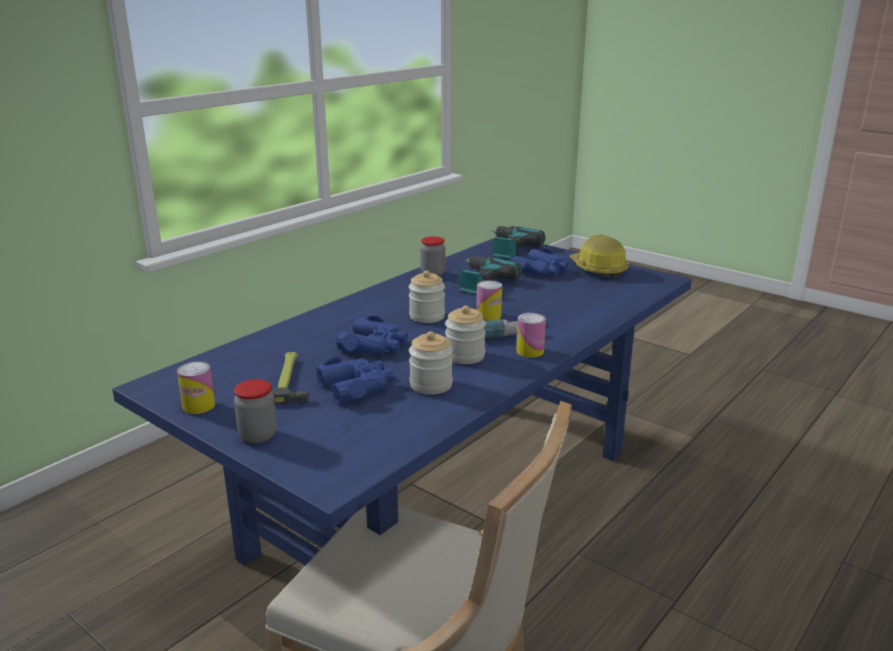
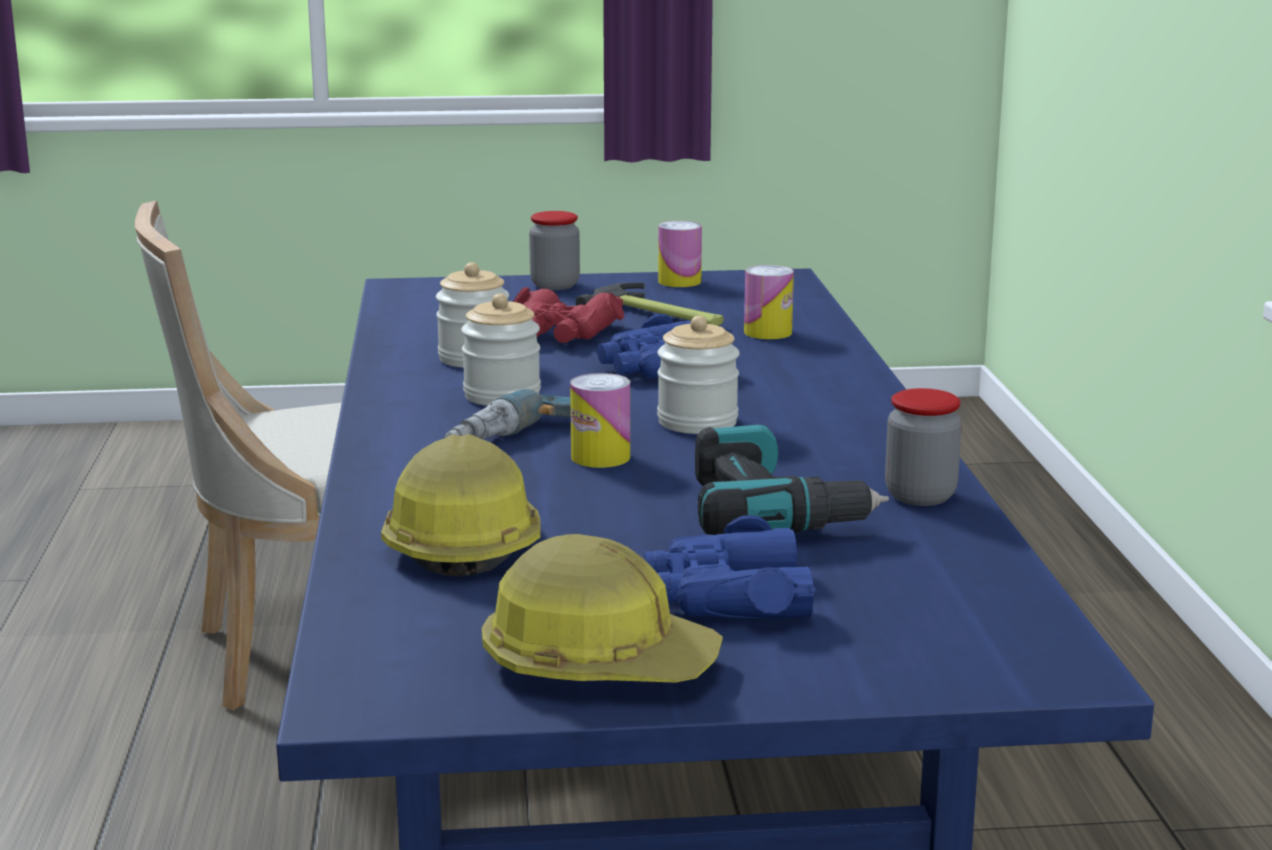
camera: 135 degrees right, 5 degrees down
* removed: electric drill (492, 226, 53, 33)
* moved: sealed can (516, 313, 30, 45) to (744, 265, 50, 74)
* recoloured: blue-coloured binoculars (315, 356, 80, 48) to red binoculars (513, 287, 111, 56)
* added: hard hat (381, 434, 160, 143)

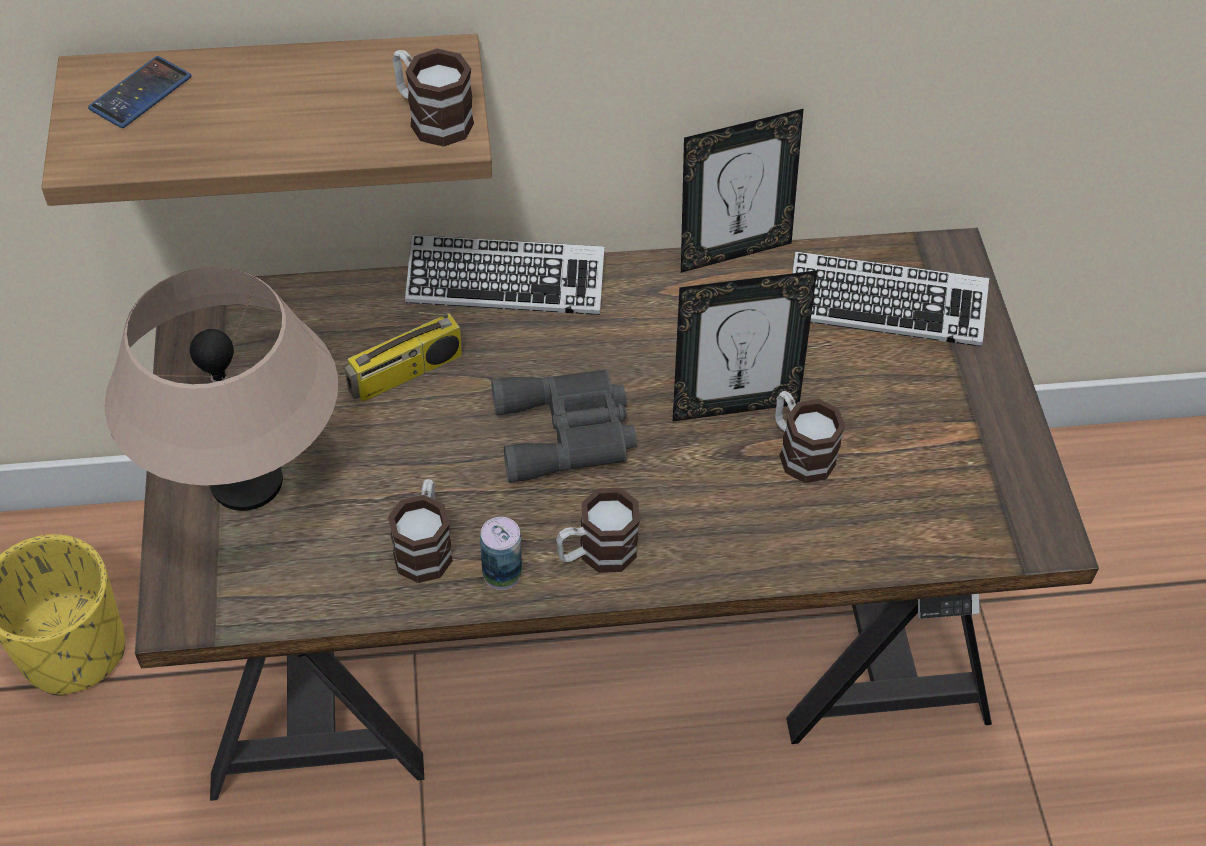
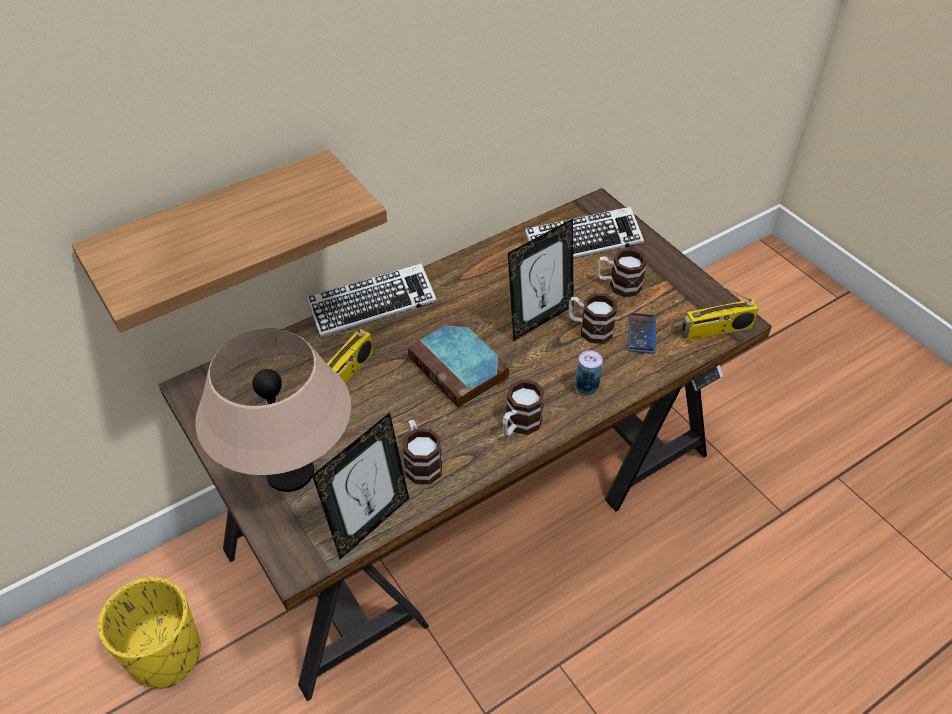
camera: 25 degrees left, 5 degrees down
* moved: mug (393, 49, 81, 98) to (597, 248, 50, 49)
* moved: handset (88, 56, 103, 72) to (628, 312, 28, 42)
* moved: photo frame (681, 109, 123, 164) to (312, 413, 97, 146)
* replaced: gray binoculars (491, 369, 146, 114) to volume (408, 318, 102, 91)
* moved: sealed can (480, 517, 42, 73) to (575, 351, 27, 47)
* added: radio (681, 279, 77, 62)

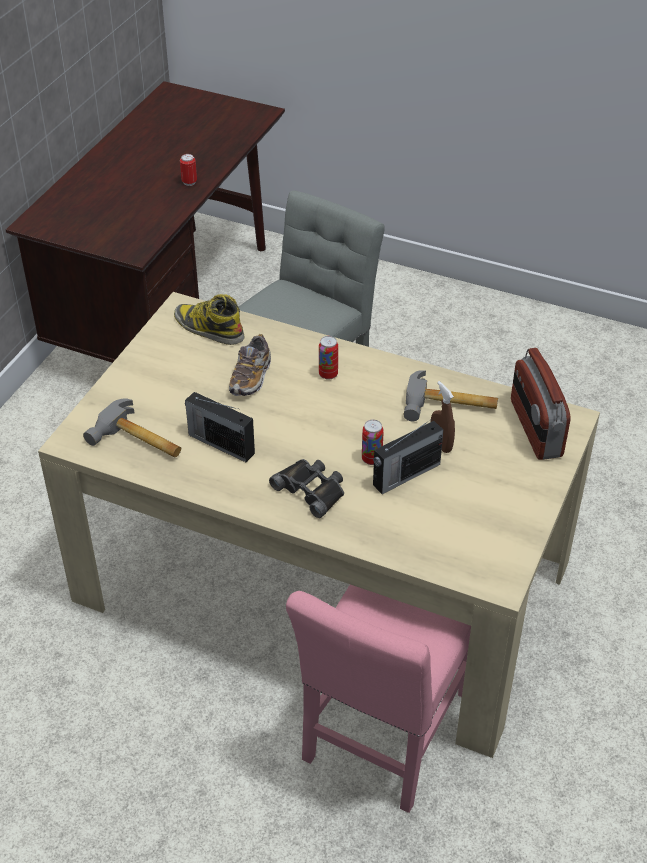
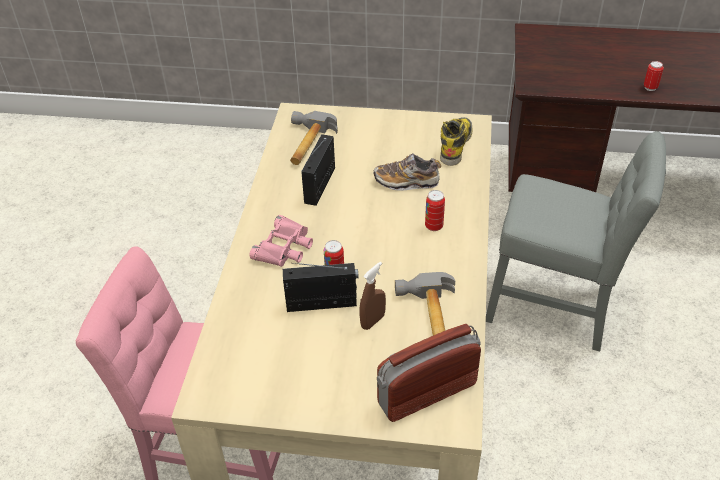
camera: 75 degrees right, 0 degrees up
* turned: radio (373, 419, 70, 75) = (283, 263, 76, 49) 135 degrees clockwise
* recoloured: black binoculars (269, 459, 75, 59) to pink-coloured binoculars (250, 215, 63, 52)

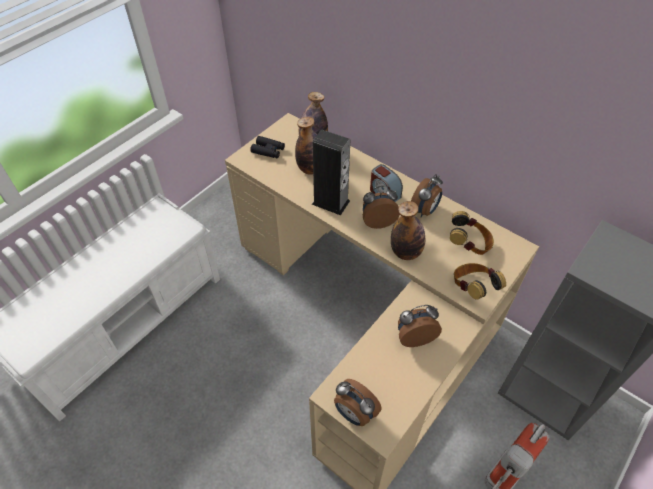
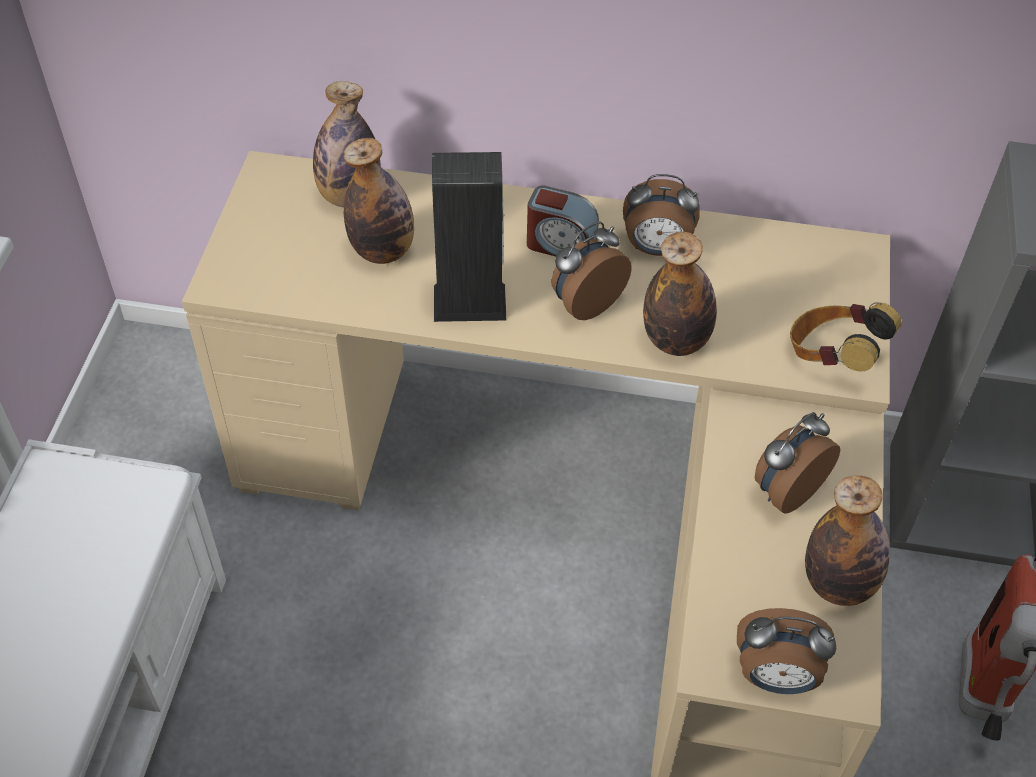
camera: 30 degrees left, 0 degrees up
* removed: black binoculars (250, 136, 35, 22)
* turned: bedside clock (411, 174, 32, 43) = (623, 174, 77, 82) 90 degrees clockwise
* removed: headphones (450, 211, 44, 44)
* added: bottle (805, 476, 85, 130)

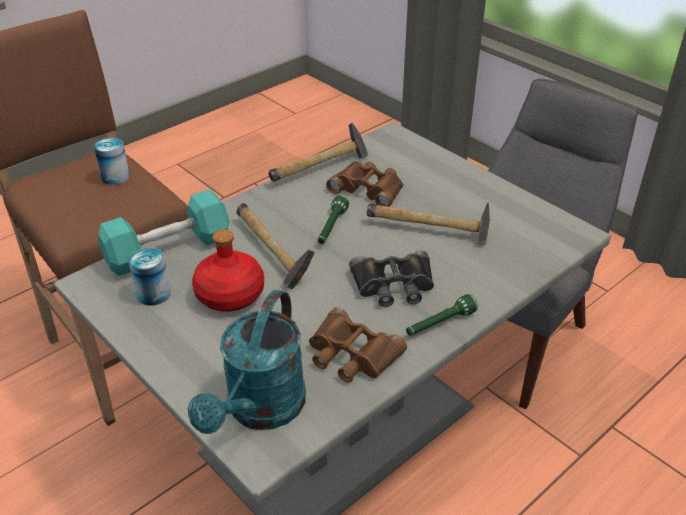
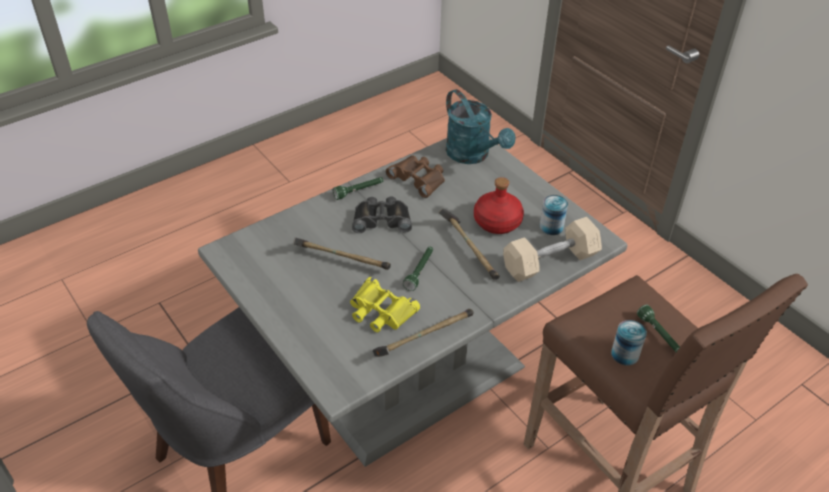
camera: 175 degrees left, 5 degrees up
* recoloured: brown-coloured binoculars (326, 161, 77, 46) to yellowish binoculars (350, 277, 70, 55)
* recoloured: blue-green free weight (98, 189, 132, 87) to beige free weight (503, 217, 99, 65)
* turned: blue-green watering pot (188, 290, 118, 144) = (446, 89, 69, 75) 120 degrees clockwise
* added: green flashlight (637, 305, 43, 47)

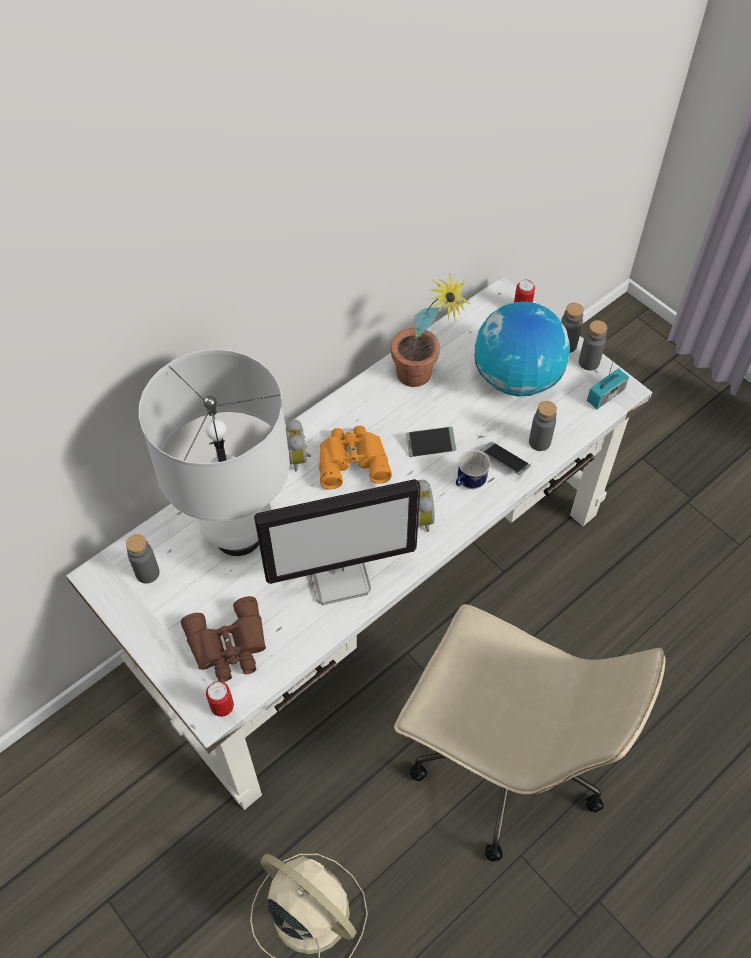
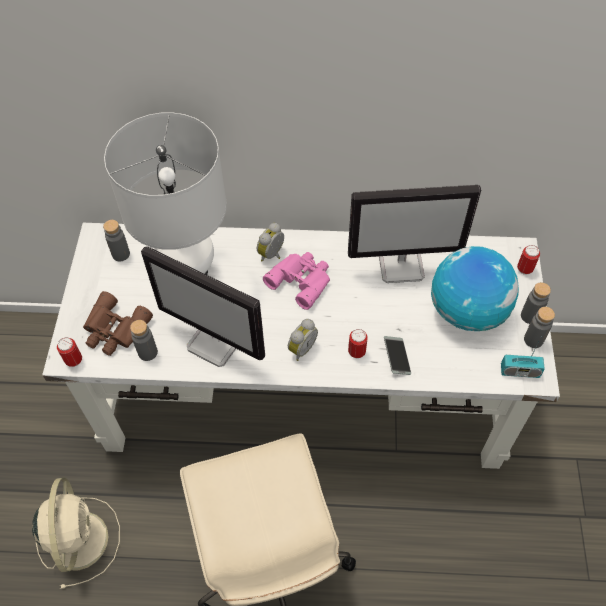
camera: 45 degrees right, 0 degrees up
* replaced: plant in a pot (390, 273, 80, 114) to computer display (348, 185, 133, 98)
* moved: gray bottle (529, 401, 28, 50) to (130, 320, 28, 41)
* recoloured: orange binoculars (319, 426, 73, 63) to pink-coloured binoculars (263, 252, 67, 58)
* removed: handset (406, 427, 50, 30)
* replaced: mug (456, 449, 34, 40) to sealed can (348, 329, 20, 29)

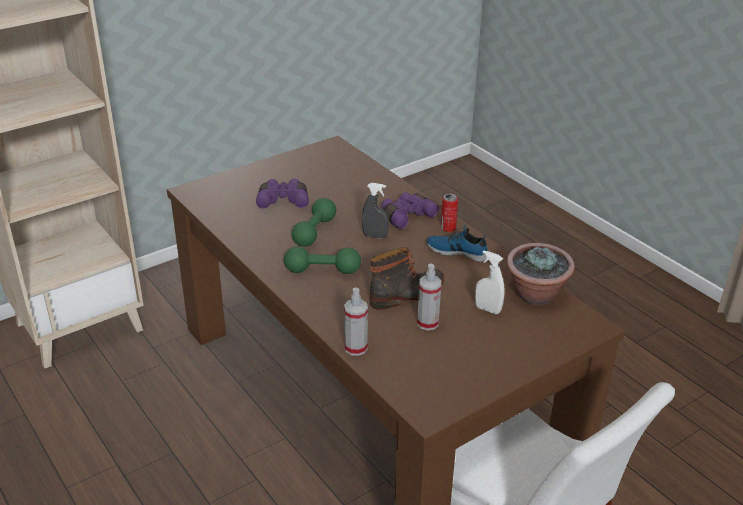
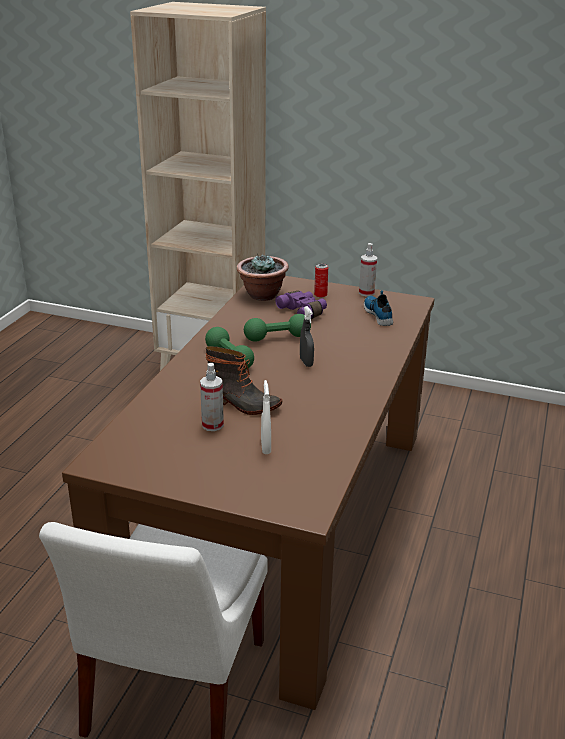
camera: 55 degrees right, 5 degrees down
* removed: purple binoculars (382, 192, 57, 37)
* moved: sealed can (441, 194, 17, 38) to (314, 264, 14, 33)
* moved: shoe (426, 225, 62, 37) to (364, 290, 29, 36)
* moved: plant in a pot (507, 243, 68, 62) to (237, 254, 52, 47)
* moved: sprayer (344, 287, 24, 69) to (359, 243, 18, 54)

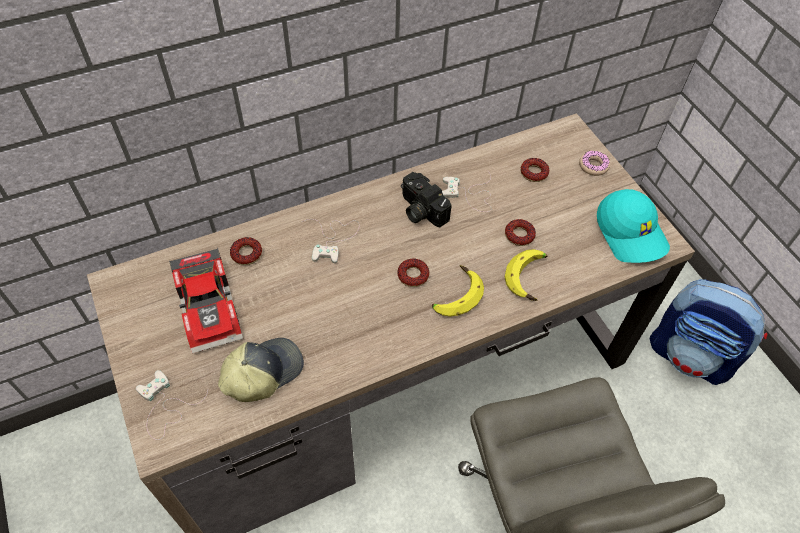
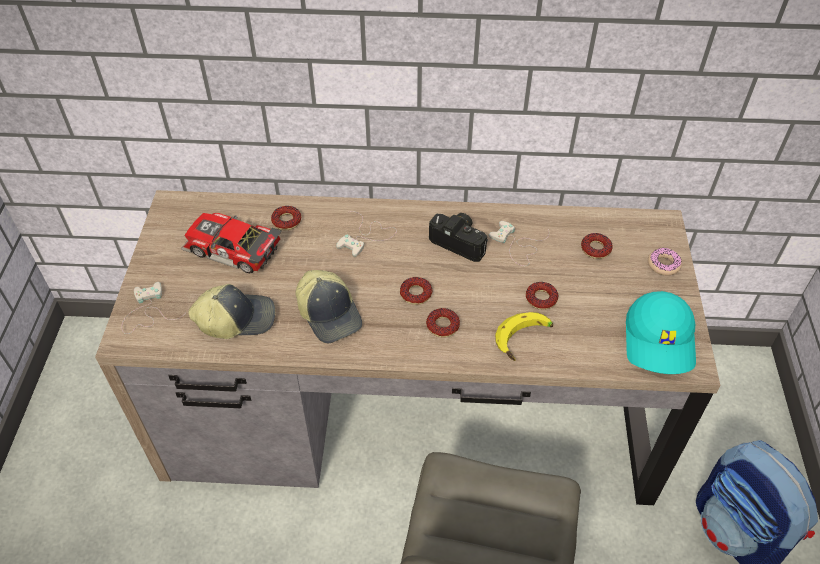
camera: 30 degrees right, 5 degrees down
* turned: photo camera (401, 172, 50, 56) = (429, 213, 59, 49) 135 degrees clockwise
* turned: toy car (169, 248, 74, 105) = (181, 213, 101, 60) 105 degrees clockwise
* replaced: banana fruit (432, 265, 52, 52) to donut (426, 308, 34, 29)
* added: cap (295, 270, 67, 73)

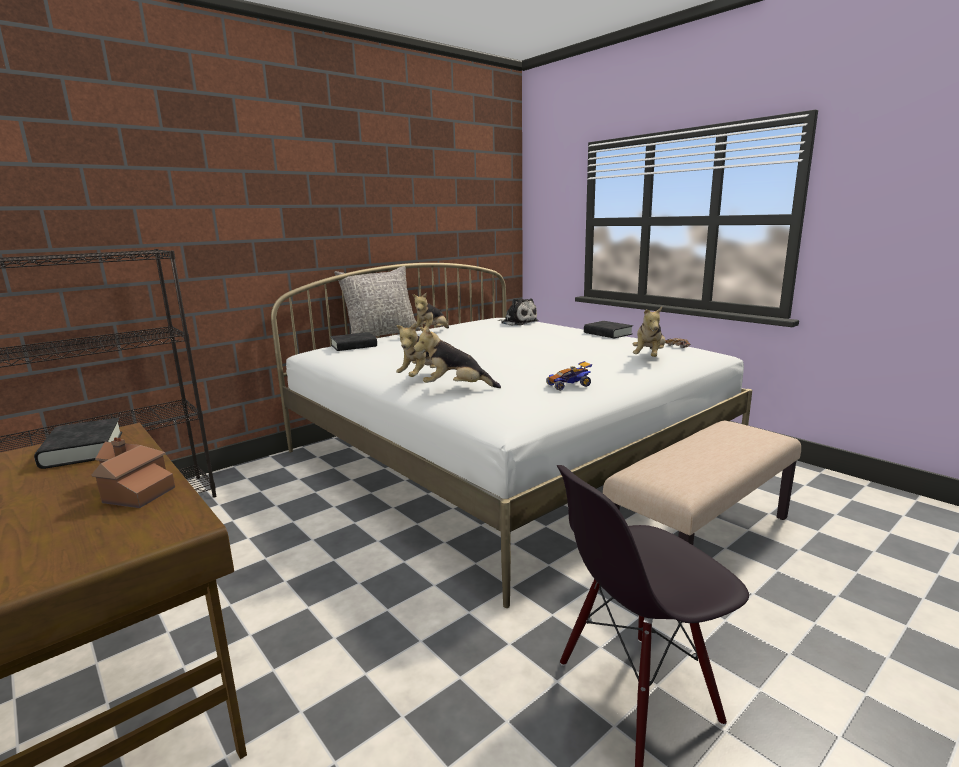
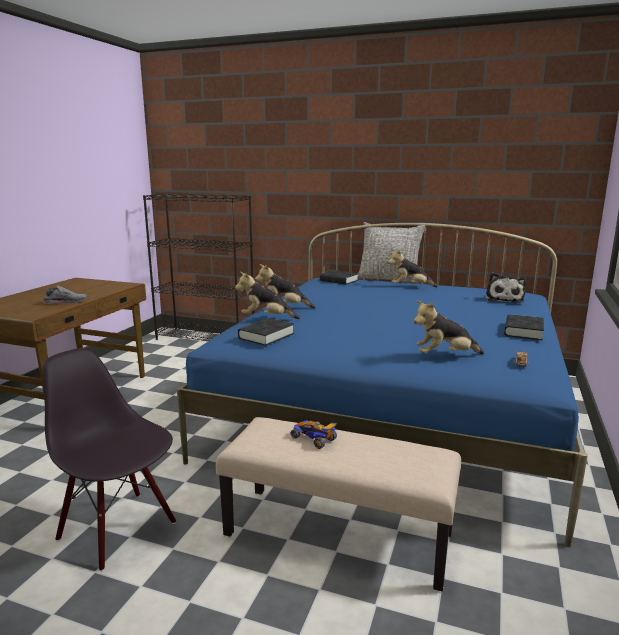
camera: 60 degrees right, 0 degrees up
* recoloured: white sleeping bed (271, 263, 481, 345) to blue-coloured sleeping bed (177, 223, 411, 324)
* turned: soft toy (413, 327, 88, 61) = (235, 272, 66, 47) 60 degrees counterclockwise
* moved: toy car (546, 361, 46, 30) to (291, 420, 46, 29)
* moved: black volume (34, 418, 88, 51) to (238, 318, 56, 28)
* replaced: model house (91, 437, 84, 71) to gray shoe (43, 285, 45, 19)

